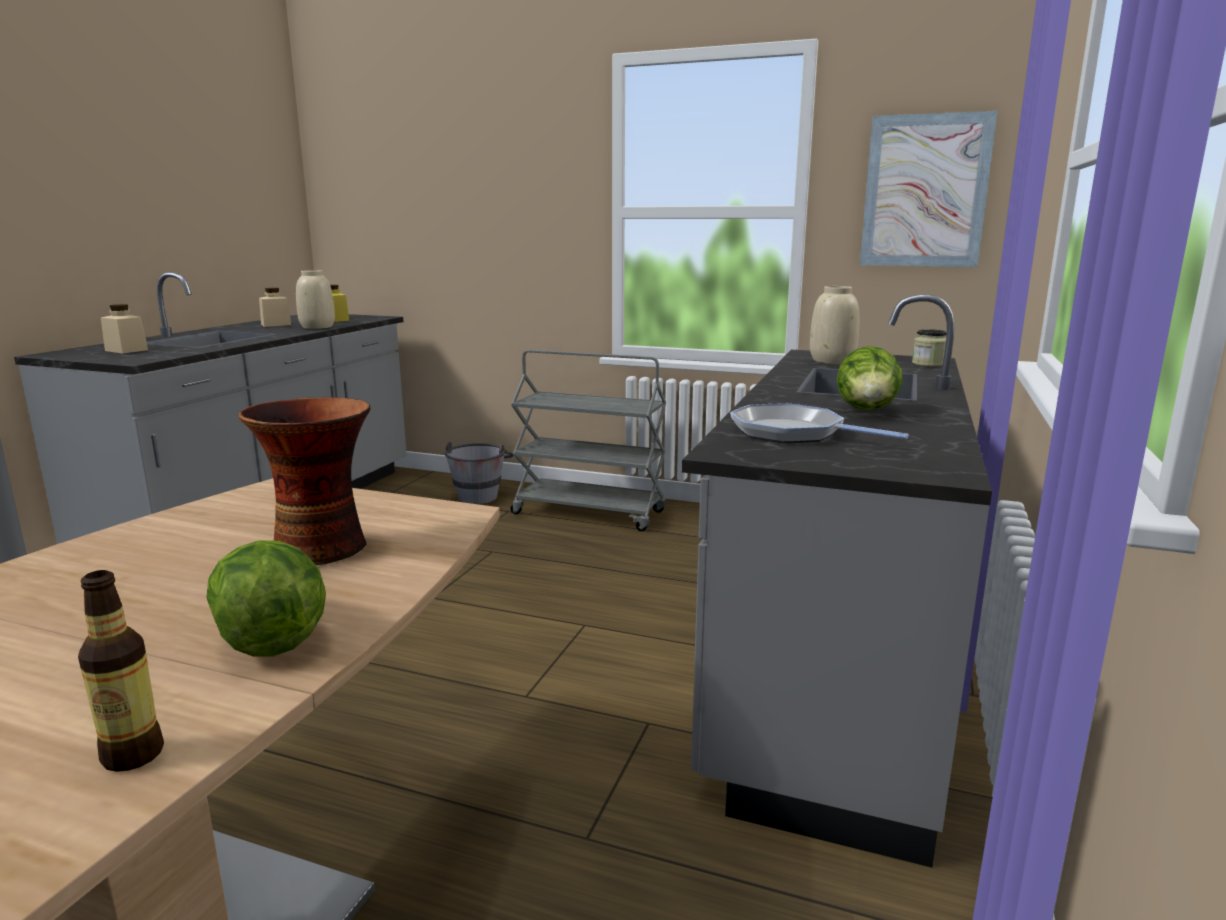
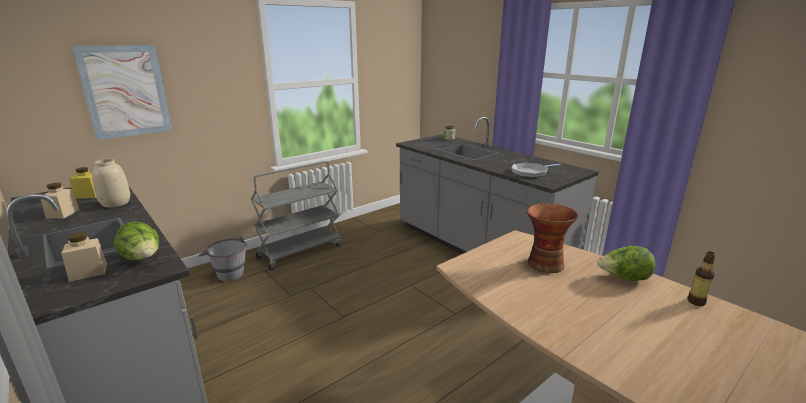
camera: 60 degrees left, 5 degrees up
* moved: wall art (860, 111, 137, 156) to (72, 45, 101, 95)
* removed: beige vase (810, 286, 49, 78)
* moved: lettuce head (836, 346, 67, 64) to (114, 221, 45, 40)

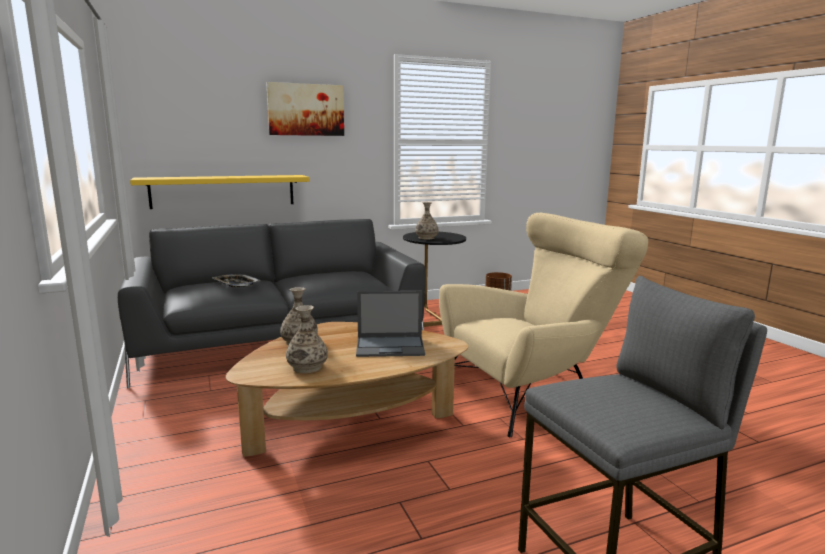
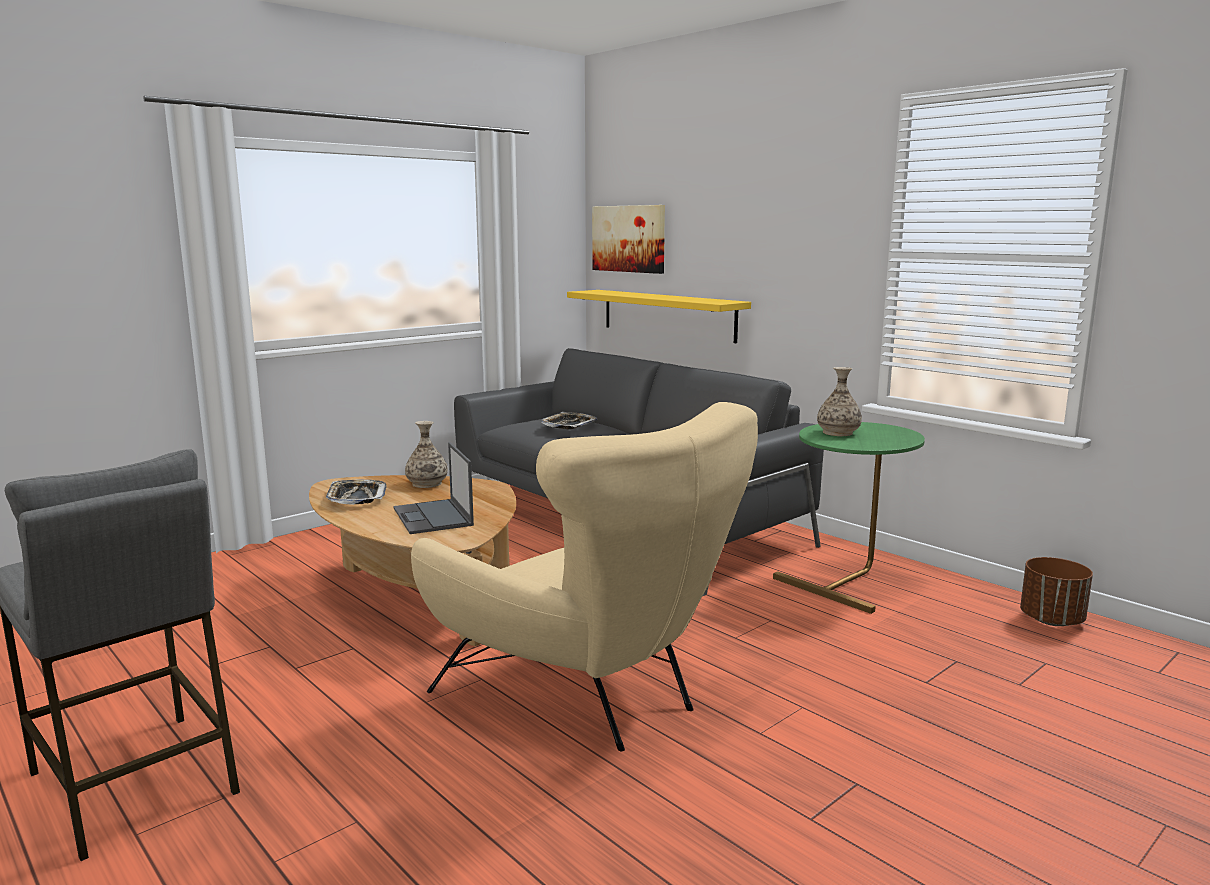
camera: 70 degrees right, 0 degrees up
* moved: wall art (266, 82, 78, 54) to (592, 205, 73, 69)
* recoloured: black accent table (403, 232, 63, 95) to green accent table (773, 422, 152, 192)
* replaced: vase (286, 305, 42, 68) to serving tray (326, 480, 61, 25)

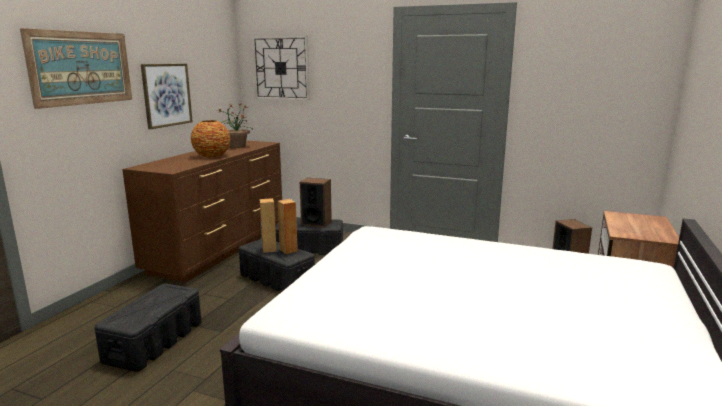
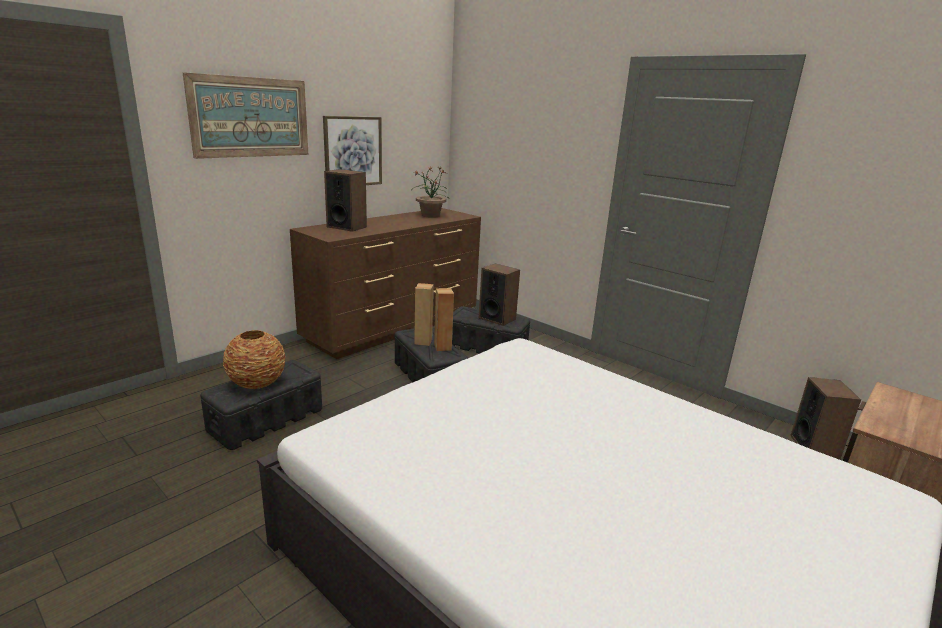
camera: 20 degrees right, 5 degrees up
* removed: wall clock (252, 35, 58, 66)
* moved: vase (191, 120, 39, 38) to (223, 330, 62, 59)
* added: loudspeaker (324, 169, 43, 63)

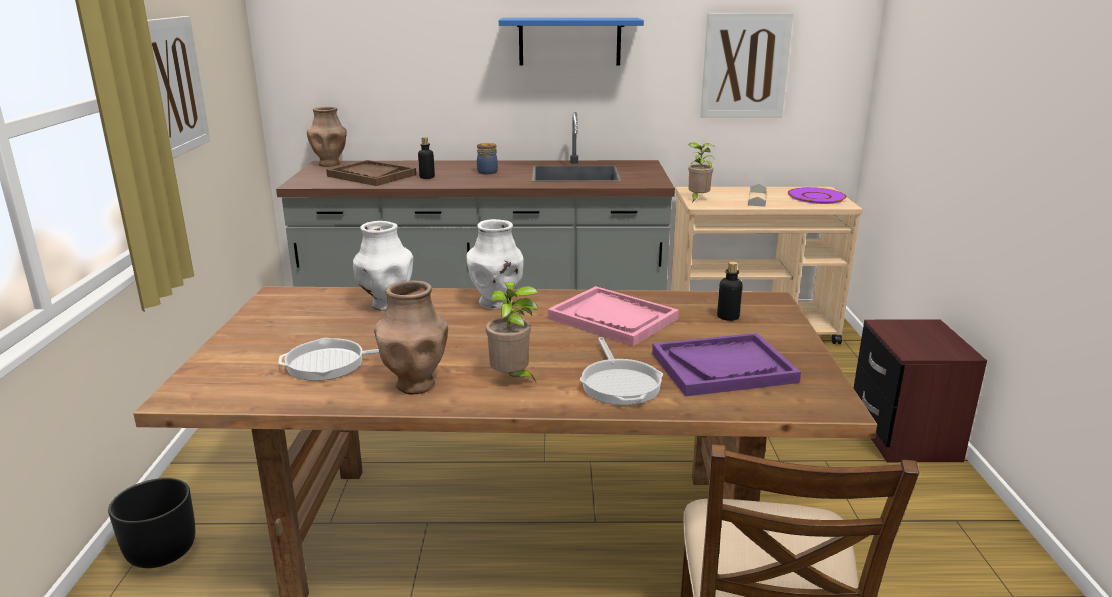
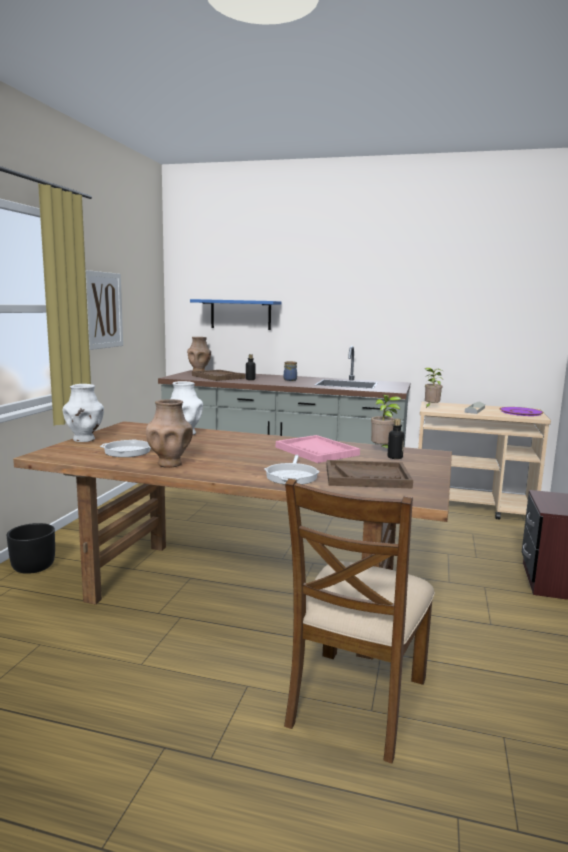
camera: 15 degrees right, 10 degrees down
* removed: wall art (700, 13, 93, 105)
* moved: blue-coloured shelf (499, 18, 145, 48) to (190, 299, 91, 31)
* moved: white vase (467, 219, 57, 90) to (63, 384, 41, 58)
* moved: plant in a pot (486, 282, 52, 100) to (371, 395, 30, 53)
* recoloured: purple serving tray (652, 333, 149, 63) to brown-coloured serving tray (326, 460, 87, 29)

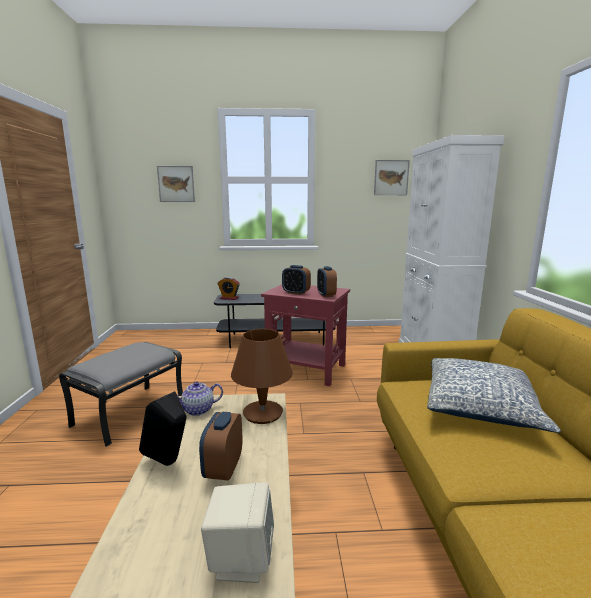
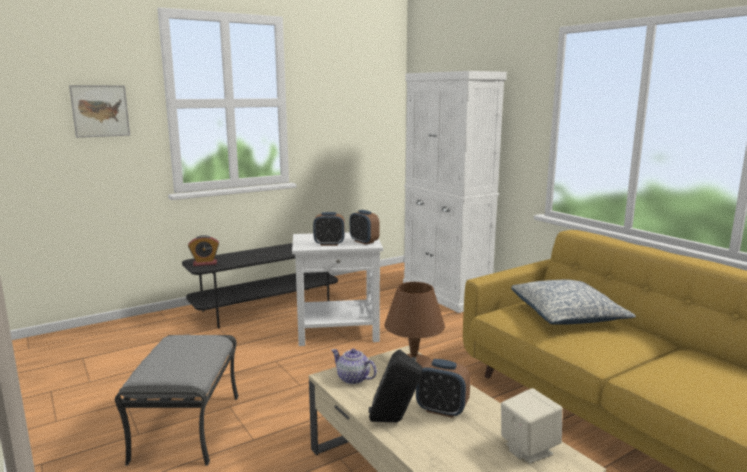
camera: 30 degrees left, 0 degrees up
* removed: wall art (374, 160, 36, 35)
* recoloured: red accent table (261, 284, 89, 102) to white accent table (292, 232, 91, 114)
* turned: pot for tea (177, 382, 46, 34) = (331, 349, 46, 35) 90 degrees clockwise
* turned: bedside clock (199, 412, 44, 68) = (416, 359, 54, 59) 45 degrees counterclockwise

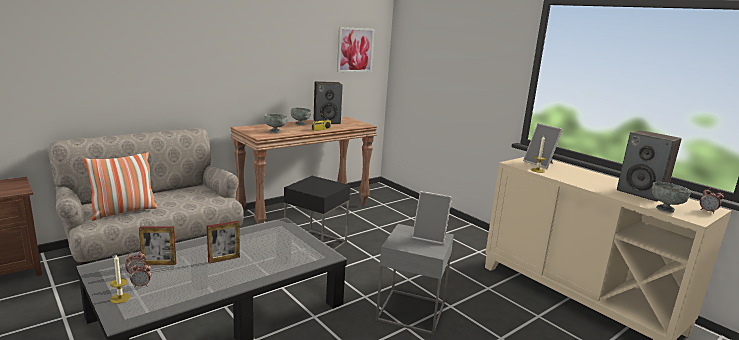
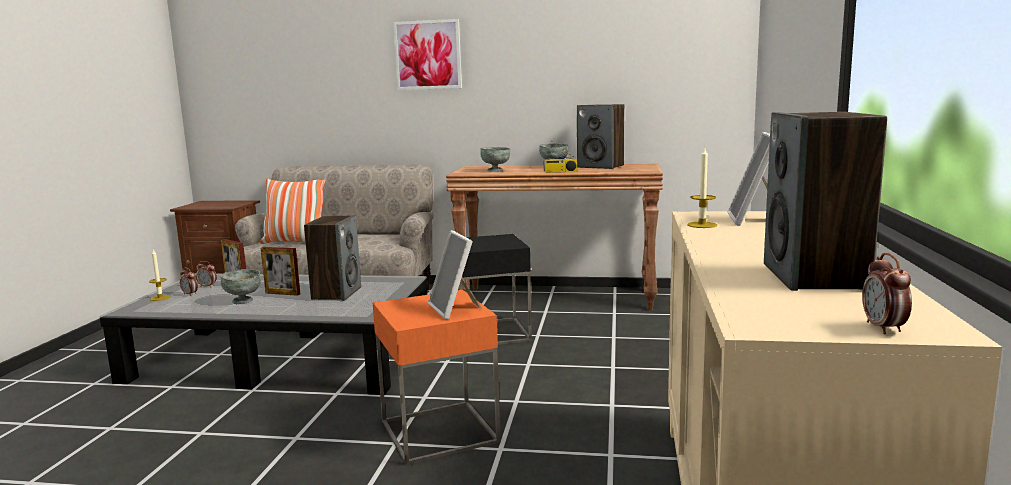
camera: 50 degrees right, 5 degrees down
* moved: wall art (337, 27, 37, 45) to (393, 19, 69, 71)
* moved: gray bowl (652, 182, 40, 31) to (220, 269, 41, 35)
* recoloured: gray accent table (376, 224, 78, 111) to orange accent table (373, 290, 128, 175)
* added: loudspeaker (304, 215, 57, 86)

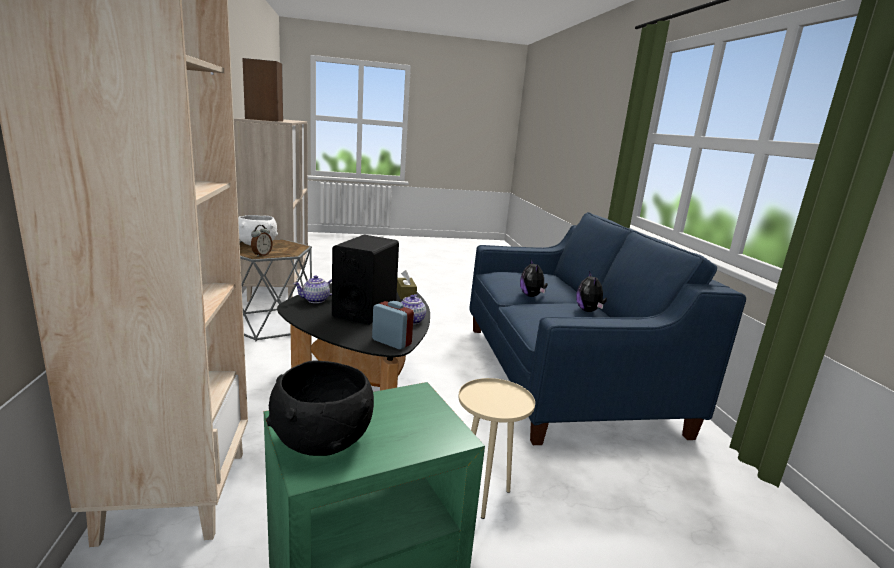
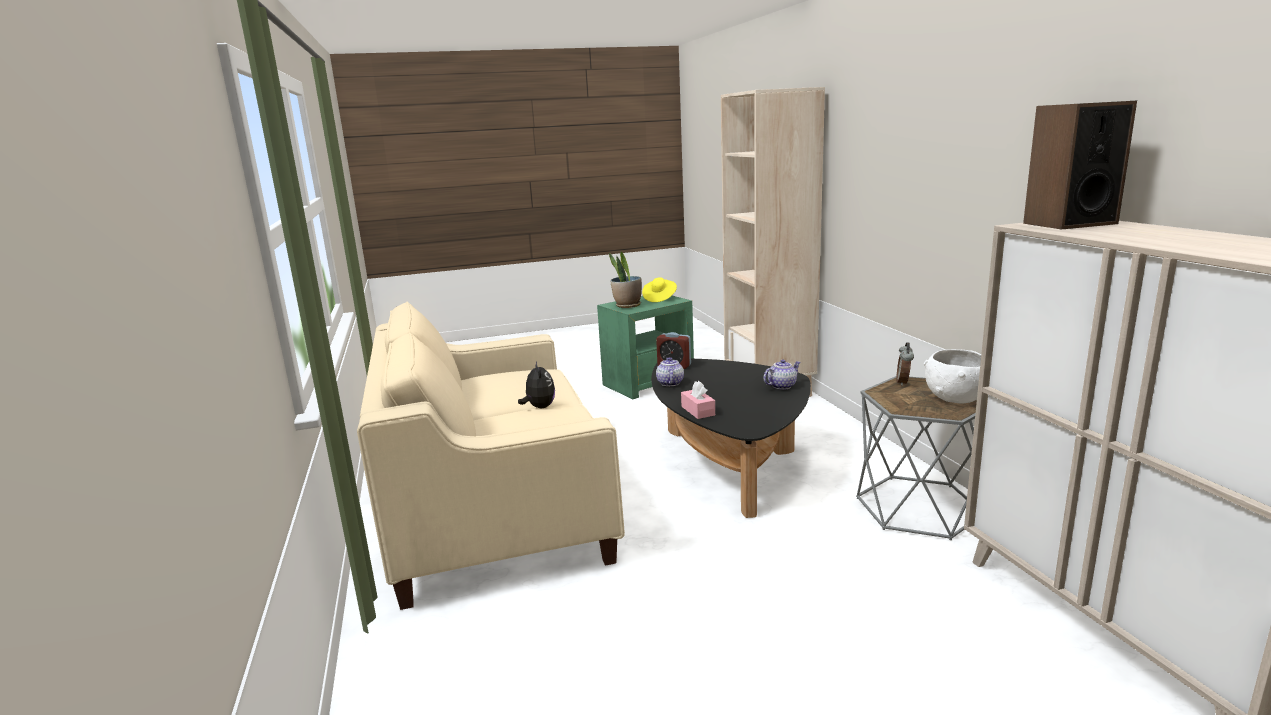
camera: 175 degrees right, 0 degrees up
* recoloured: blue-coloured settee (469, 212, 277, 233) to beige settee (357, 302, 268, 308)
* removed: black loudspeaker (332, 235, 67, 90)
* recoloured: brown-coloured tissue holder (397, 270, 20, 29) to pink-coloured tissue holder (681, 381, 34, 38)
* removed: soft toy (576, 271, 31, 41)
* replaced: black bowl (266, 360, 108, 96) to yellowish wearable hat (642, 277, 35, 25)
* removed: beige accent table (458, 378, 77, 141)
* added: plant in a pot (609, 251, 33, 57)

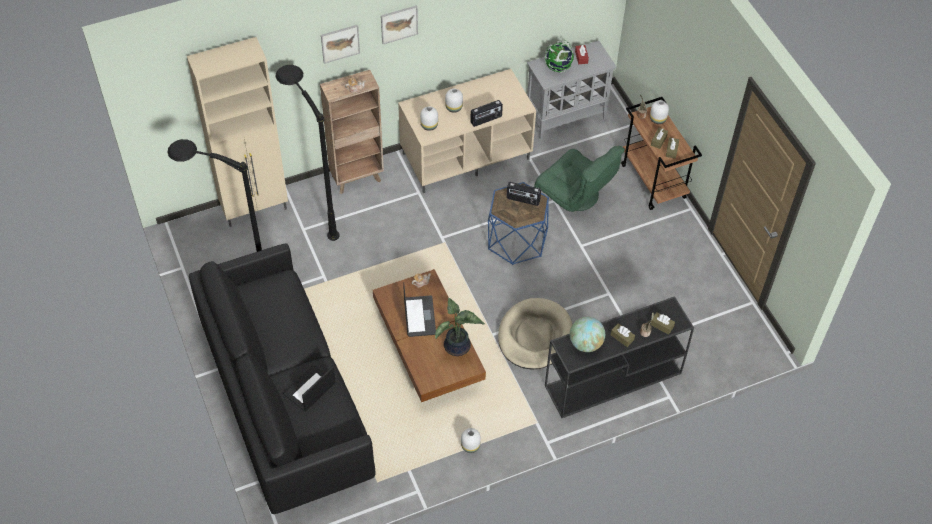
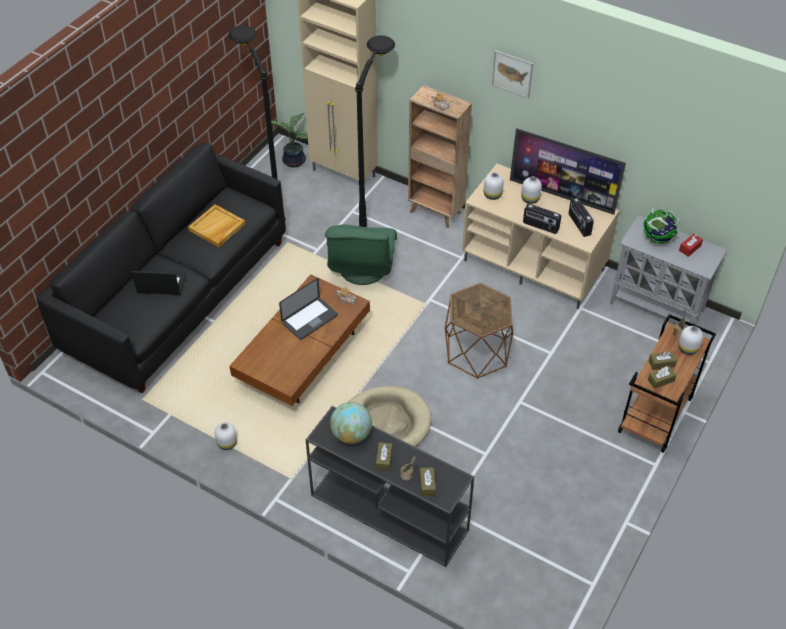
camera: 55 degrees right, 5 degrees down
* removed: wall art (321, 25, 39, 39)
* moved: green lounge chair (534, 146, 91, 66) to (325, 224, 72, 61)
* recoloured: blue-coloured accent table (488, 182, 61, 83) to brown-coloured accent table (445, 283, 68, 96)
* moved: radio (506, 182, 35, 24) to (569, 198, 25, 39)
* moved: plant in a pot (435, 298, 50, 58) to (265, 113, 43, 54)
* added: television (510, 128, 116, 87)
* added: beige serving tray (188, 204, 57, 43)

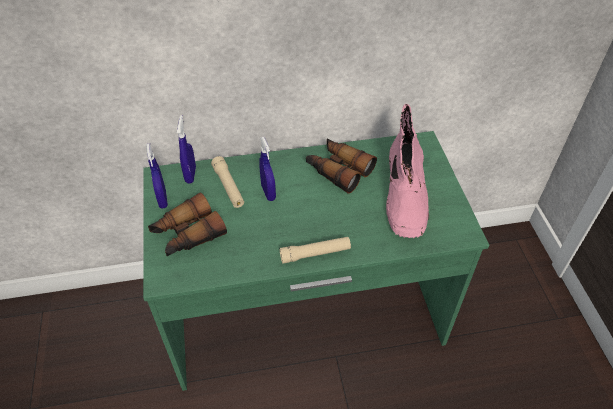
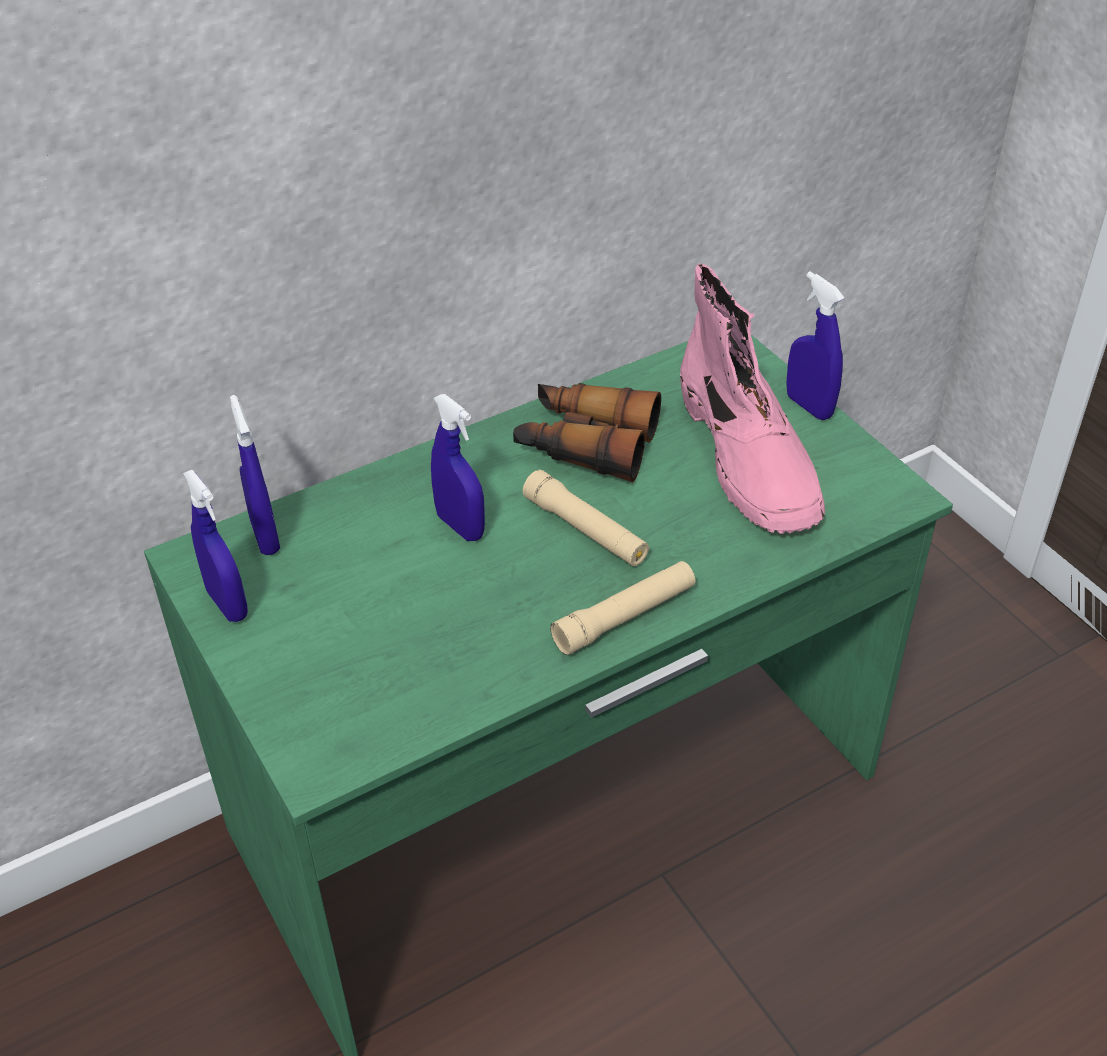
camera: 20 degrees left, 5 degrees down
* moved: beige flashlight (211, 156, 33, 52) to (523, 470, 126, 96)
* removed: binoculars (148, 192, 79, 64)
* added: blue-coloured sprayer (786, 271, 58, 149)

